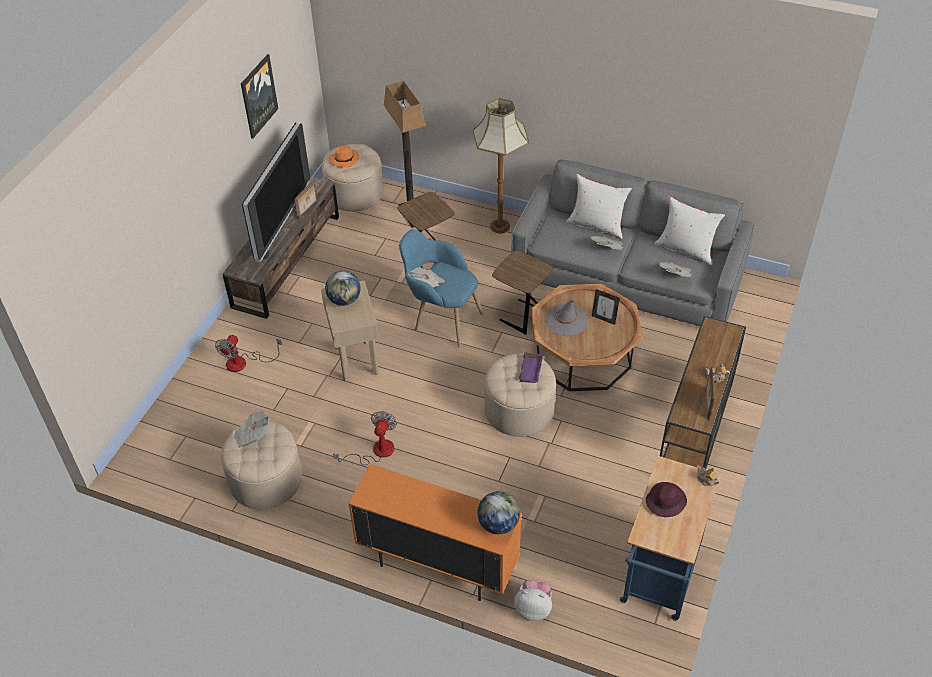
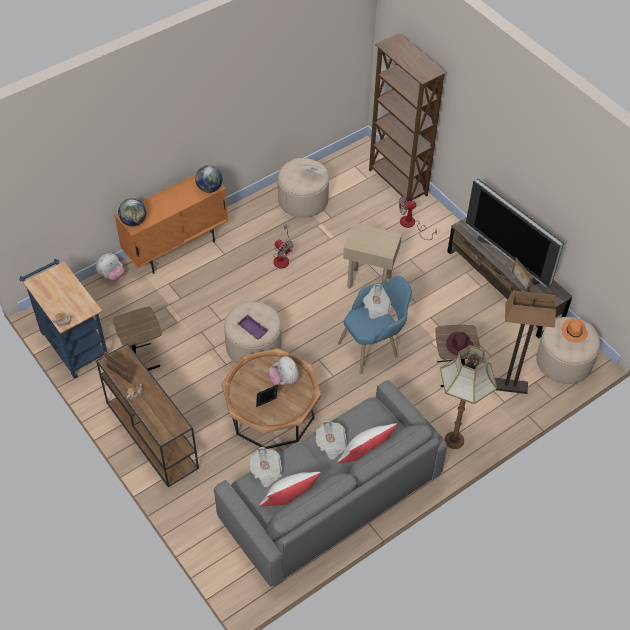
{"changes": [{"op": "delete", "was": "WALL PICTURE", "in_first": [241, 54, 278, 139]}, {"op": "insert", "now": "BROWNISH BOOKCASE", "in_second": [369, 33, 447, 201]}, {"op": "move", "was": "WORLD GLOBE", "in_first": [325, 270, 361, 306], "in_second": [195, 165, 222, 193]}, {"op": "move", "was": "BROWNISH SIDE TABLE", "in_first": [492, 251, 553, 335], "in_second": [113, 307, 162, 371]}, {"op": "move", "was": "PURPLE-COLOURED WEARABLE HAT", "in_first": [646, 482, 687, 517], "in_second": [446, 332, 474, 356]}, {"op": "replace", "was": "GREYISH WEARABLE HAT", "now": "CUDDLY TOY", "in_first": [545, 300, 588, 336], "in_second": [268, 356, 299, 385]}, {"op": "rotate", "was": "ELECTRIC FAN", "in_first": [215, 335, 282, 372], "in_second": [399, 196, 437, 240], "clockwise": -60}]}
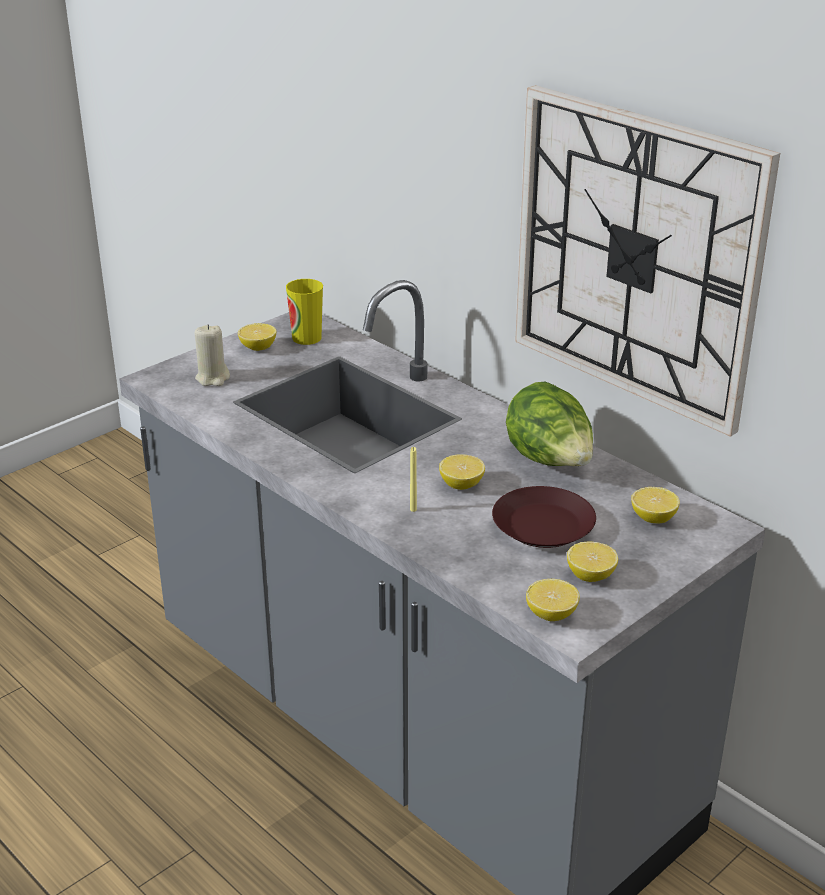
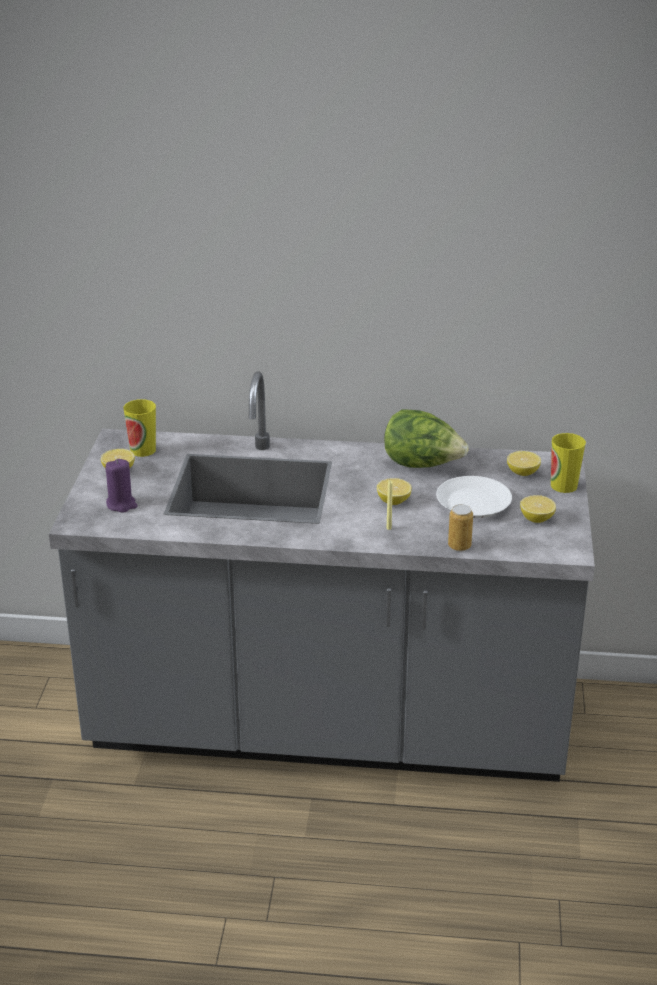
{"changes": [{"op": "delete", "was": "HANGING CLOCK", "in_first": [515, 85, 780, 437]}, {"op": "delete", "was": "LEMON", "in_first": [526, 579, 580, 621]}, {"op": "insert", "now": "SEALED CAN", "in_second": [448, 504, 473, 551]}, {"op": "insert", "now": "DRINKING CUP", "in_second": [551, 433, 586, 493]}, {"op": "recolor", "was": "SAND-COLOURED WAX CANDLE", "now": "PURPLE-COLOURED WAX CANDLE", "in_first": [195, 324, 230, 386], "in_second": [105, 459, 138, 512]}, {"op": "recolor", "was": "BROWNISH PLATE", "now": "WHITE PLATE", "in_first": [492, 486, 596, 548], "in_second": [436, 476, 512, 518]}]}
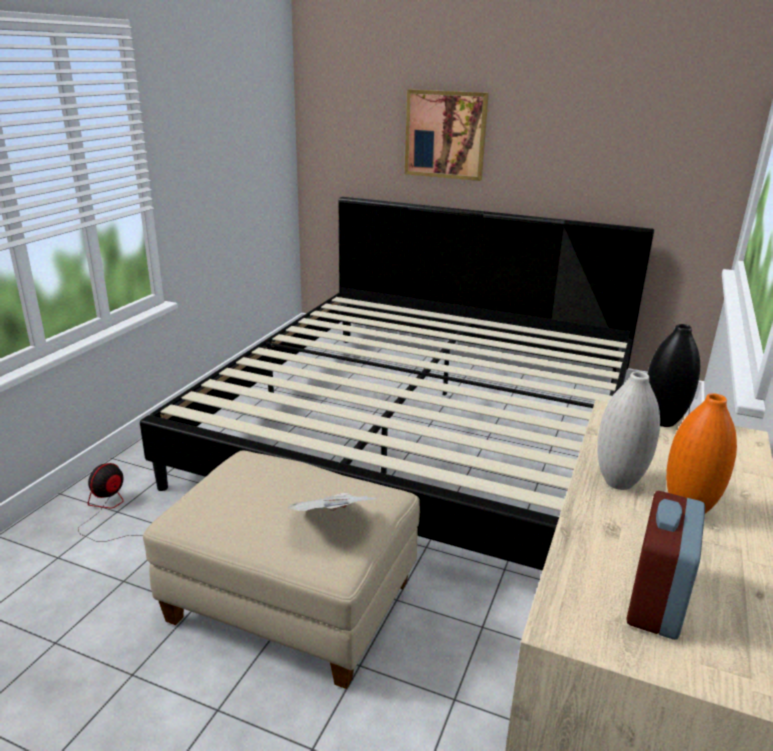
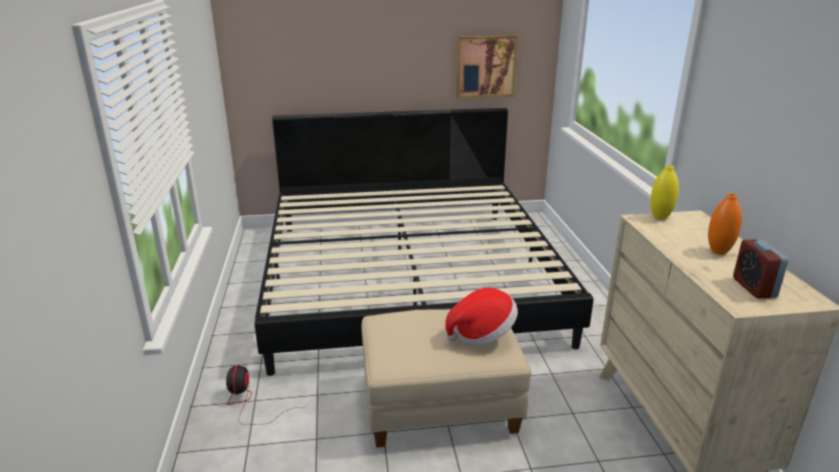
{"changes": [{"op": "delete", "was": "WHITE VASE", "in_first": [597, 371, 660, 490]}, {"op": "move", "was": "WALL PICTURE", "in_first": [405, 89, 489, 181], "in_second": [456, 35, 518, 98]}, {"op": "replace", "was": "PRINTED PAPER", "now": "WEARABLE HAT", "in_first": [288, 493, 377, 511], "in_second": [445, 288, 518, 345]}, {"op": "recolor", "was": "BLACK-COLOURED VASE", "now": "YELLOWISH VASE", "in_first": [648, 324, 700, 427], "in_second": [651, 165, 679, 220]}]}
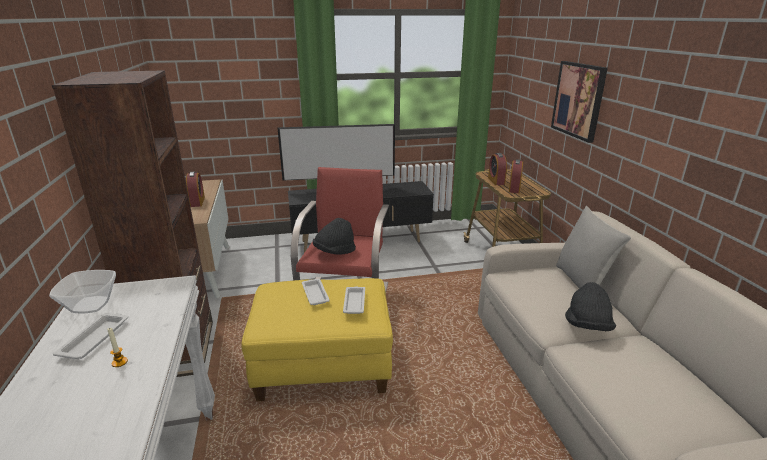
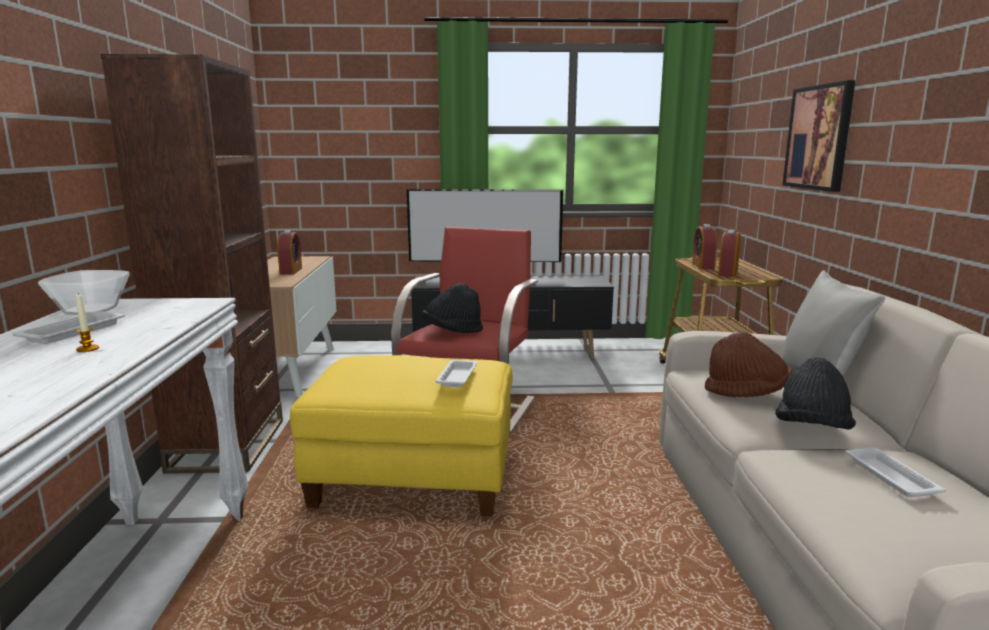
{"changes": [{"op": "insert", "now": "BROWNISH WEARABLE HAT", "in_second": [705, 332, 793, 397]}, {"op": "move", "was": "WHITE TRAY", "in_first": [302, 279, 330, 305], "in_second": [846, 448, 946, 497]}]}
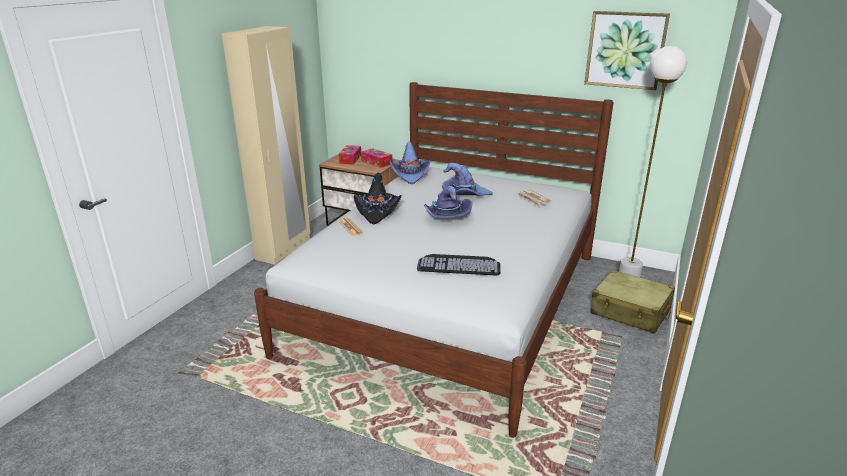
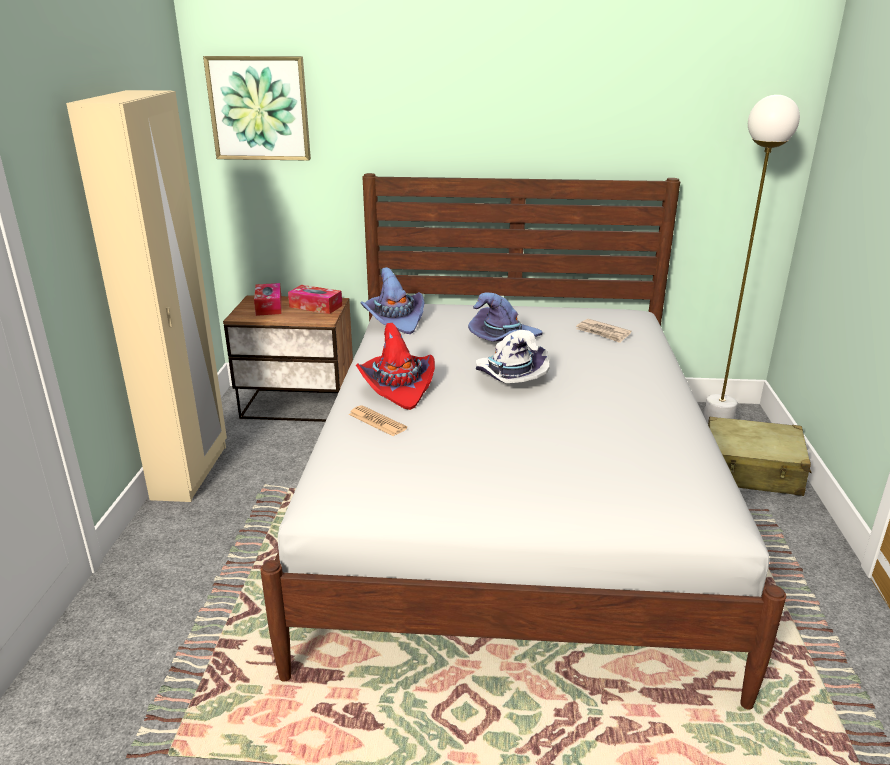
{"changes": [{"op": "delete", "was": "KEYBOARD", "in_first": [417, 254, 501, 276]}, {"op": "move", "was": "WALL PICTURE", "in_first": [584, 11, 670, 90], "in_second": [203, 56, 311, 161]}, {"op": "recolor", "was": "BLACK-COLOURED WEARABLE HAT", "now": "RED-COLOURED WEARABLE HAT", "in_first": [354, 173, 402, 224], "in_second": [356, 323, 435, 410]}, {"op": "recolor", "was": "PURPLE-COLOURED WEARABLE HAT", "now": "WHITE WEARABLE HAT", "in_first": [424, 186, 472, 218], "in_second": [476, 330, 550, 383]}]}
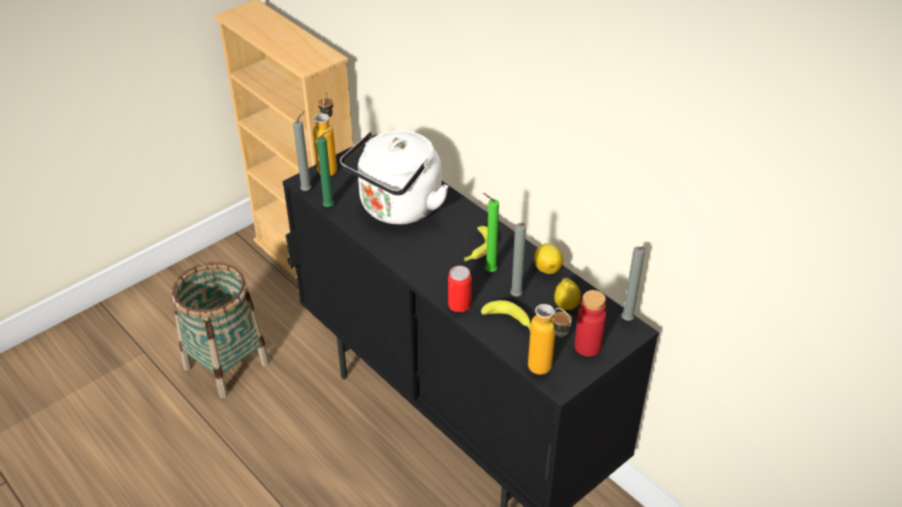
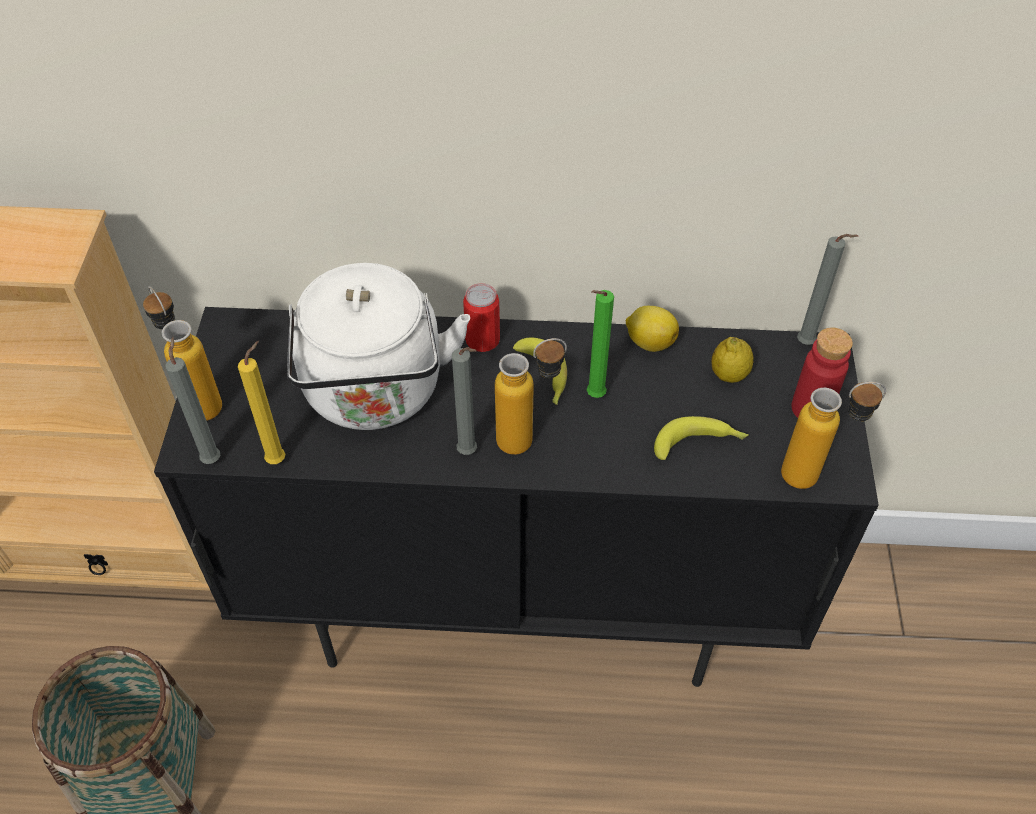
{"changes": [{"op": "insert", "now": "BEVERAGE BOTTLE", "in_second": [495, 338, 567, 455]}, {"op": "move", "was": "SEALED CAN", "in_first": [448, 266, 472, 312], "in_second": [463, 283, 500, 352]}, {"op": "move", "was": "GREYISH WAX CANDLE", "in_first": [510, 223, 526, 297], "in_second": [452, 347, 477, 455]}, {"op": "recolor", "was": "GREENISH WAX CANDLE", "now": "YELLOWISH WAX CANDLE", "in_first": [317, 130, 334, 207], "in_second": [238, 341, 285, 464]}]}
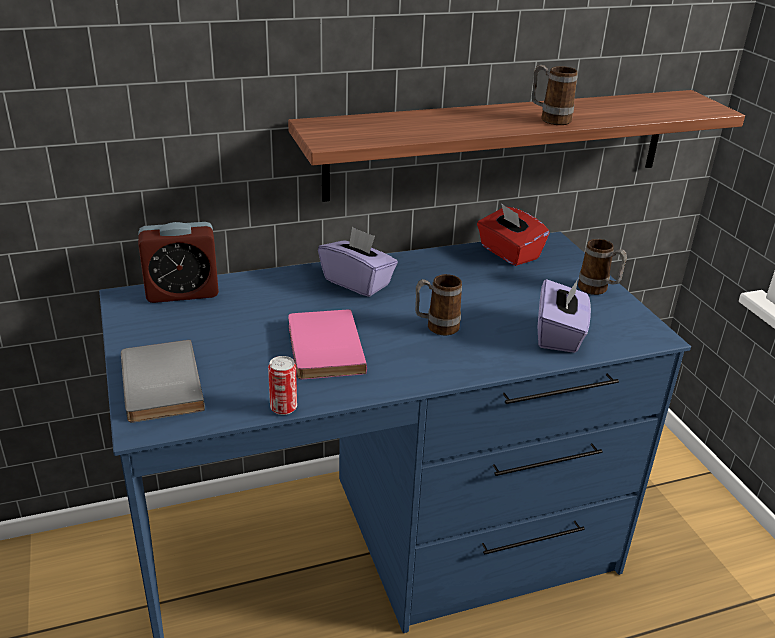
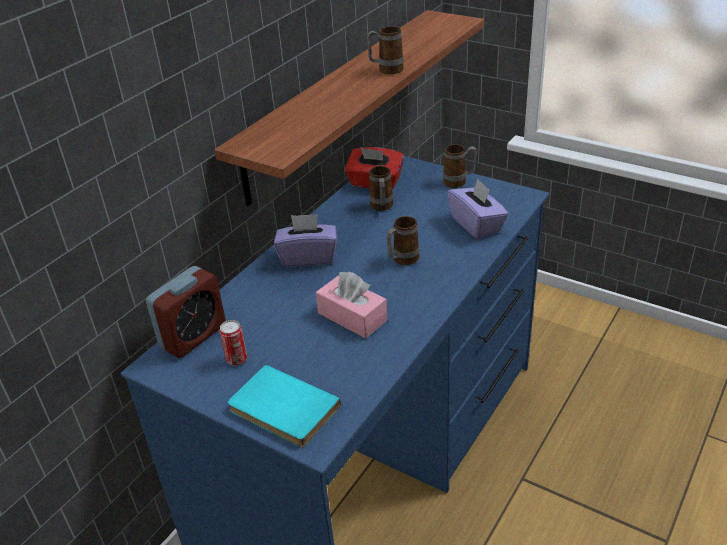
{"changes": [{"op": "insert", "now": "TEA MUG", "in_second": [369, 166, 393, 211]}, {"op": "move", "was": "SEALED CAN", "in_first": [268, 356, 297, 415], "in_second": [219, 320, 247, 366]}, {"op": "replace", "was": "PINK-COLOURED VOLUME", "now": "PINK-COLOURED TISSUE BOX", "in_first": [288, 309, 367, 379], "in_second": [316, 272, 387, 338]}, {"op": "recolor", "was": "GREYISH VOLUME", "now": "TURQUOISE-COLOURED VOLUME", "in_first": [121, 340, 205, 423], "in_second": [228, 365, 341, 447]}]}
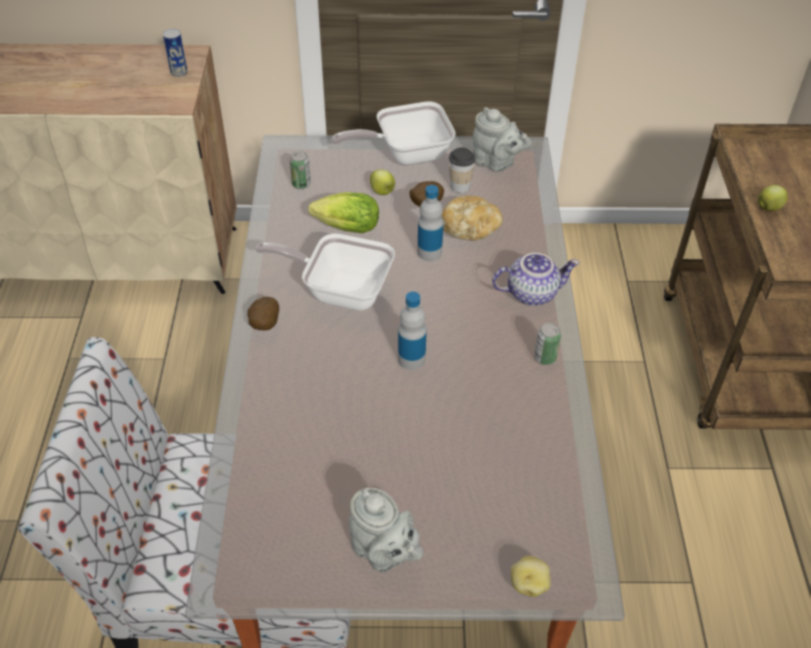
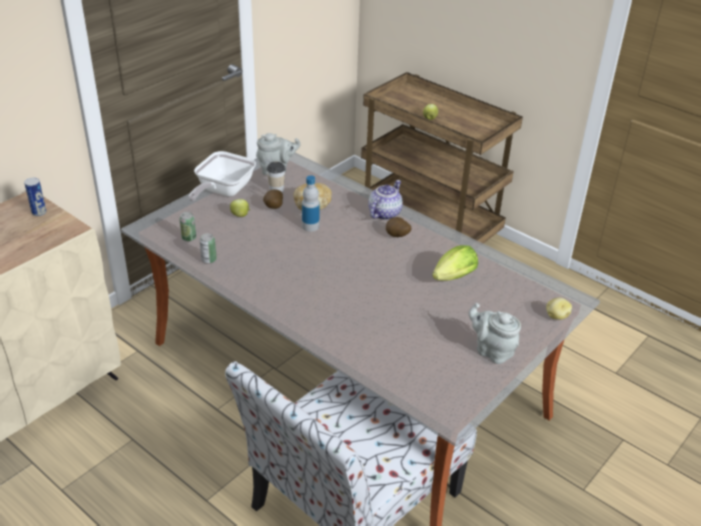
{"changes": [{"op": "delete", "was": "SKILLET", "in_first": [255, 233, 395, 311]}, {"op": "delete", "was": "BEVERAGE BOTTLE", "in_first": [398, 292, 427, 370]}, {"op": "move", "was": "POTATO", "in_first": [248, 297, 279, 330], "in_second": [386, 217, 411, 237]}, {"op": "move", "was": "LETTUCE", "in_first": [308, 192, 379, 233], "in_second": [432, 245, 478, 281]}, {"op": "move", "was": "SEALED CAN", "in_first": [534, 323, 561, 365], "in_second": [200, 233, 217, 263]}, {"op": "rotate", "was": "GREYISH TEA POT", "in_first": [349, 488, 423, 572], "in_second": [469, 303, 521, 364], "clockwise": -135}]}
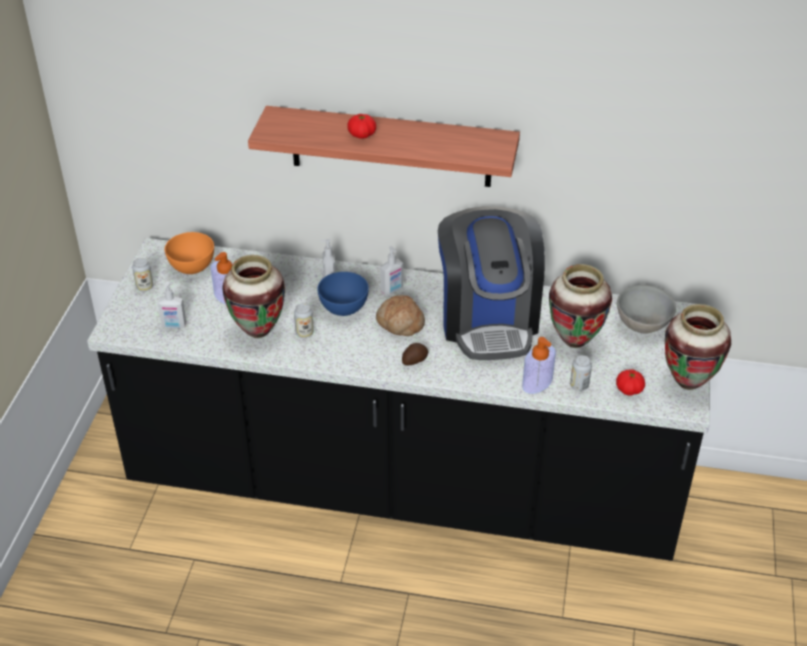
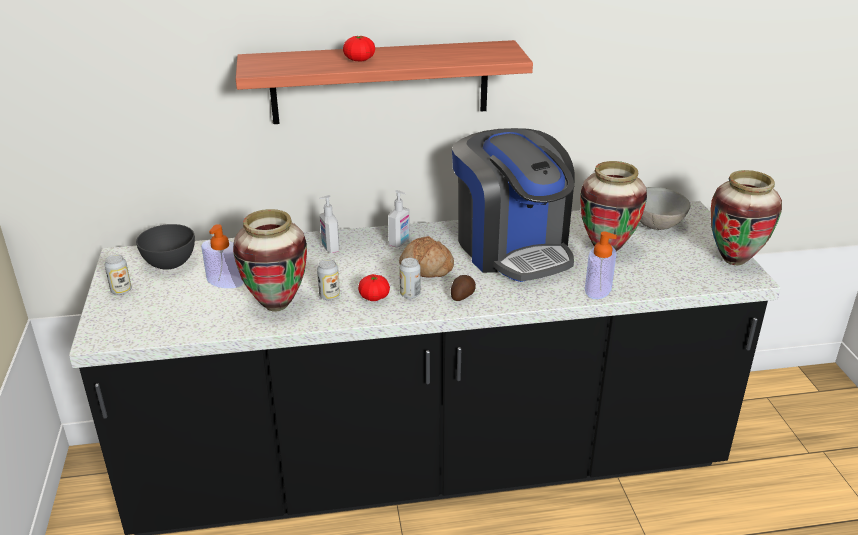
{"changes": [{"op": "delete", "was": "SOAP BOTTLE", "in_first": [158, 281, 186, 329]}, {"op": "delete", "was": "BLUE-COLOURED DEEP DISH", "in_first": [317, 272, 369, 316]}, {"op": "move", "was": "SEALED CAN", "in_first": [570, 355, 592, 391], "in_second": [400, 258, 421, 299]}, {"op": "move", "was": "TOMATO", "in_first": [616, 369, 645, 396], "in_second": [358, 274, 390, 301]}, {"op": "recolor", "was": "ORANGE DEEP DISH", "now": "GREYISH DEEP DISH", "in_first": [165, 232, 214, 274], "in_second": [136, 224, 195, 270]}]}
